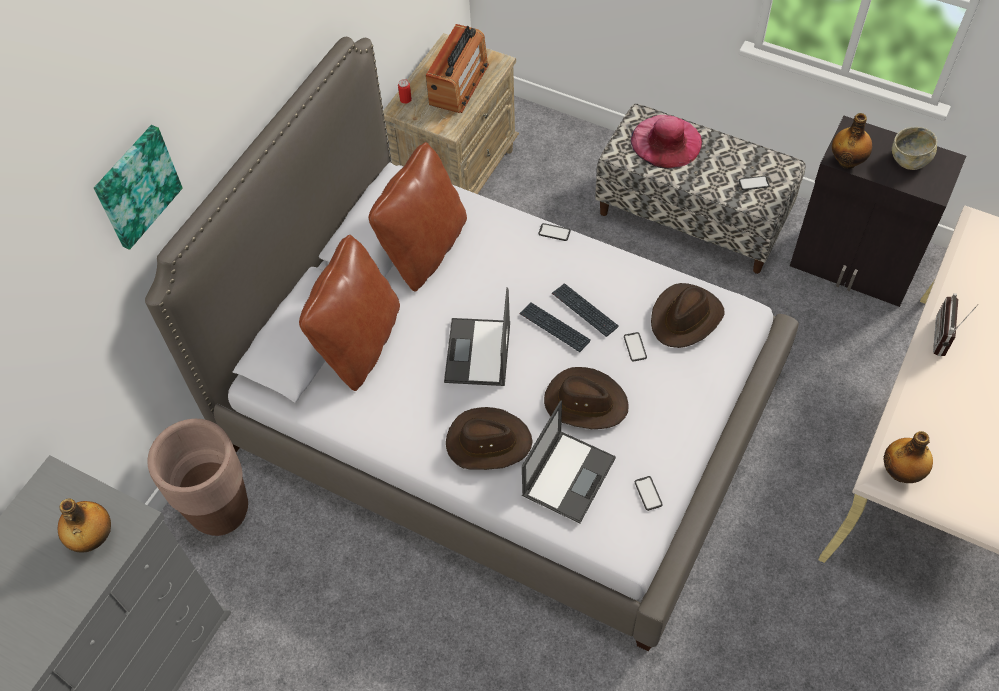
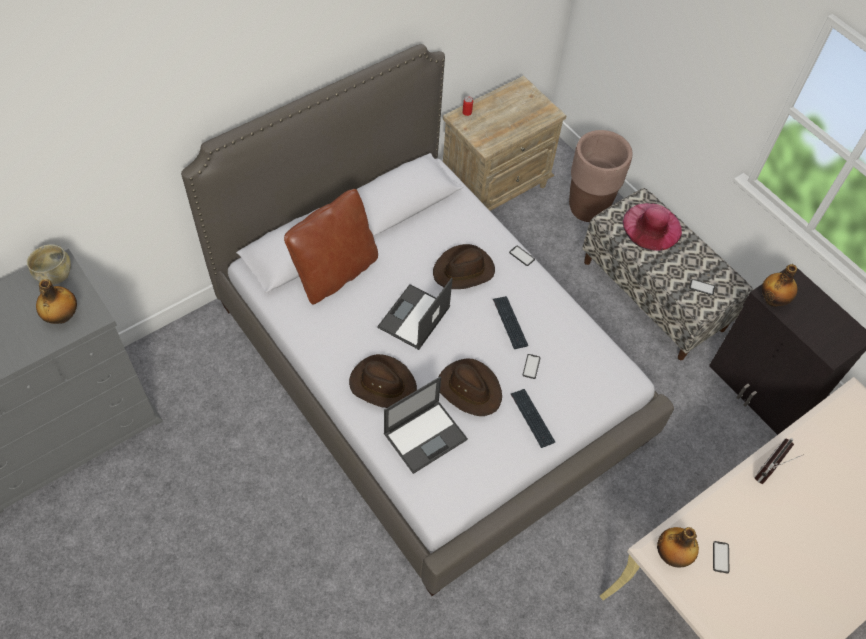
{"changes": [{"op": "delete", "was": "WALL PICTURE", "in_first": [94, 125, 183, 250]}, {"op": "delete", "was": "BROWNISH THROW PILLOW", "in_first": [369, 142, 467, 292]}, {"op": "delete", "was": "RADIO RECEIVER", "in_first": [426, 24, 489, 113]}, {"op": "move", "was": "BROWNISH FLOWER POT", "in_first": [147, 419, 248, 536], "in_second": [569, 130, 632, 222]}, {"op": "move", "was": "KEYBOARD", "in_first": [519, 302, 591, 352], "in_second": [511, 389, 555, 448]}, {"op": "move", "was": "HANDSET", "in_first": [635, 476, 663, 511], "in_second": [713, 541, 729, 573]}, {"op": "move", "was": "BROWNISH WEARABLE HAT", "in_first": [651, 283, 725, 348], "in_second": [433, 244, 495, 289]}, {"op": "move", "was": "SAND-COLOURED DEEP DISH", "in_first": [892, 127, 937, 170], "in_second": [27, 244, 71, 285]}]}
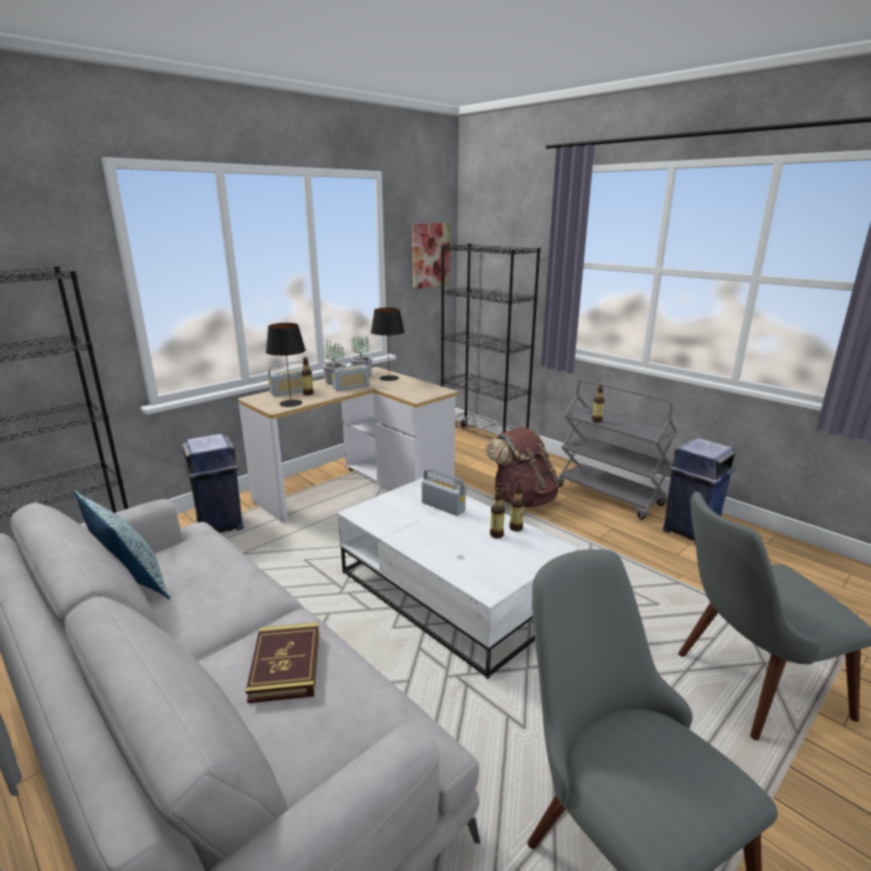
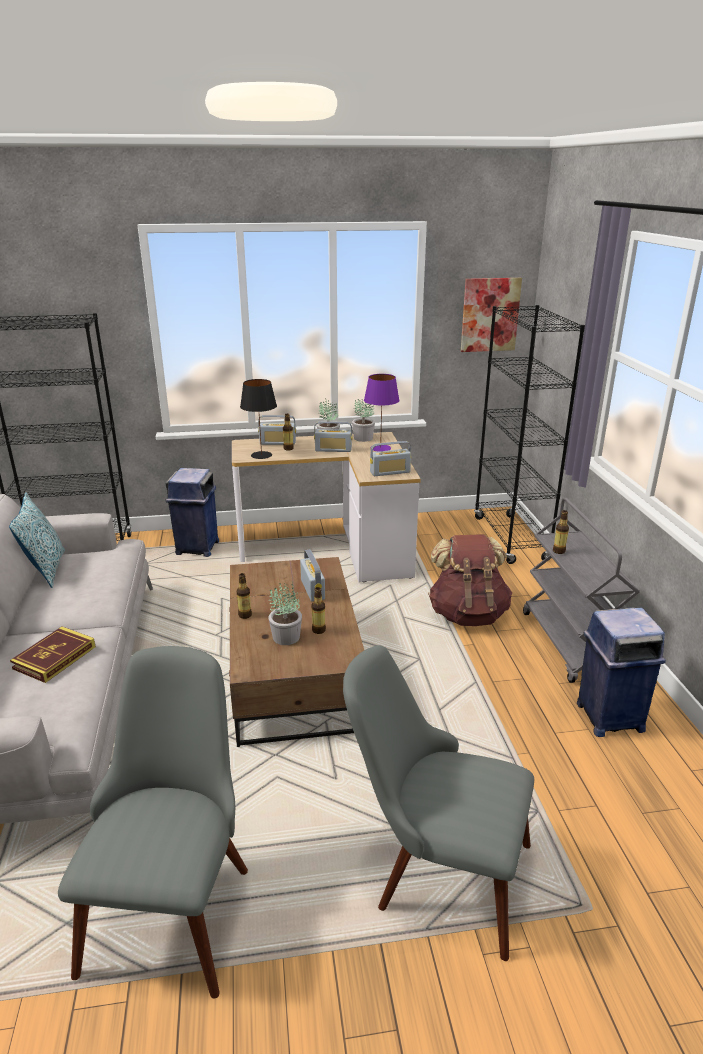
{"changes": [{"op": "insert", "now": "PLANT IN A POT", "in_second": [269, 583, 302, 645]}, {"op": "insert", "now": "RADIO RECEIVER", "in_second": [370, 441, 411, 476]}, {"op": "move", "was": "BEVERAGE BOTTLE", "in_first": [509, 484, 524, 531], "in_second": [237, 573, 252, 619]}, {"op": "recolor", "was": "WHITE LOUNGE TABLE", "now": "BROWNISH LOUNGE TABLE", "in_first": [338, 477, 579, 679], "in_second": [229, 557, 364, 747]}, {"op": "recolor", "was": "BLACK-COLOURED TABLETOP LAMP", "now": "PURPLE-COLOURED TABLETOP LAMP", "in_first": [371, 308, 405, 381], "in_second": [364, 374, 400, 452]}]}
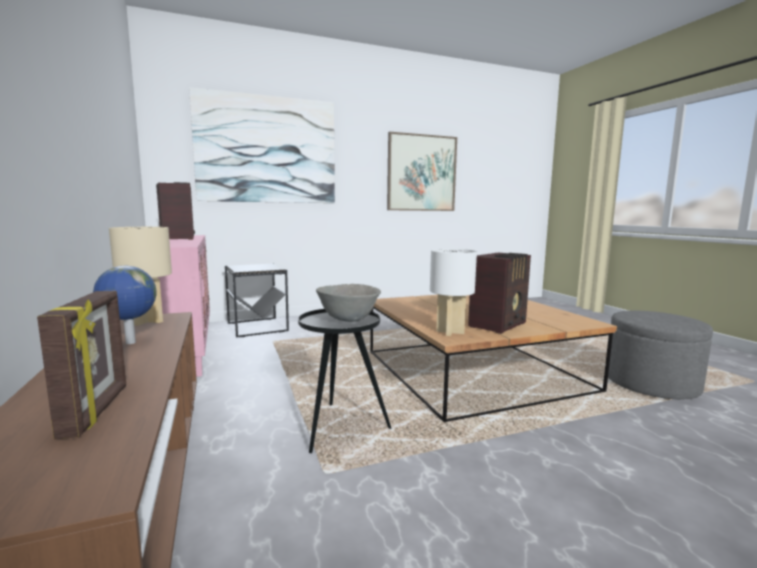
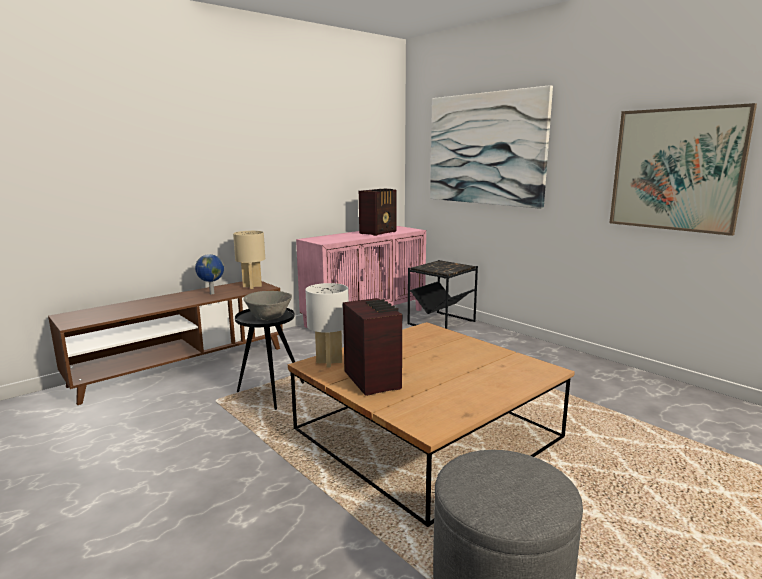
{"changes": [{"op": "delete", "was": "PICTURE FRAME", "in_first": [37, 291, 126, 439]}, {"op": "rotate", "was": "RADIO RECEIVER", "in_first": [468, 253, 531, 334], "in_second": [343, 298, 402, 396], "clockwise": -135}]}
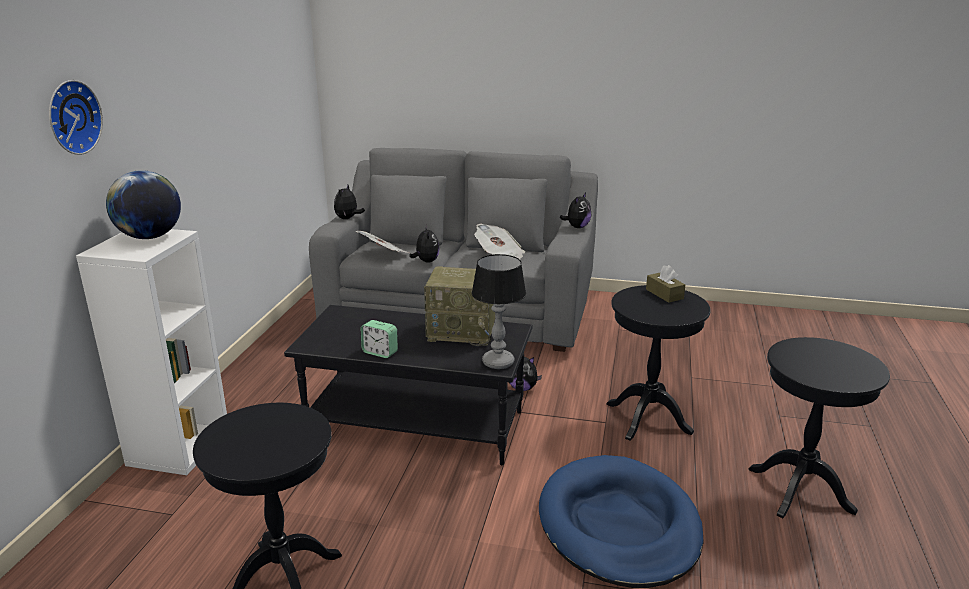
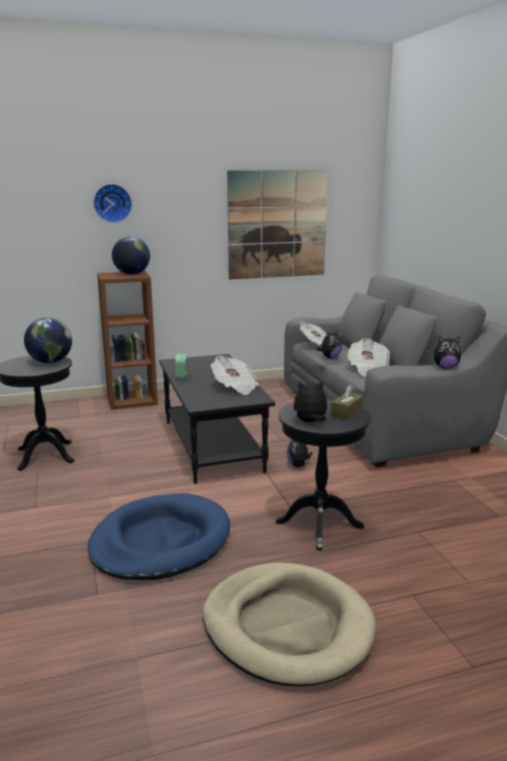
{"changes": [{"op": "delete", "was": "TABLETOP LAMP", "in_first": [472, 254, 526, 369]}, {"op": "insert", "now": "WORLD GLOBE", "in_second": [24, 317, 72, 363]}, {"op": "insert", "now": "WALL PICTURE", "in_second": [227, 170, 328, 280]}, {"op": "move", "was": "CUDDLY TOY", "in_first": [334, 185, 365, 219], "in_second": [294, 380, 327, 423]}, {"op": "replace", "was": "RADIO RECEIVER", "now": "PRINTED PAPER", "in_first": [424, 266, 495, 346], "in_second": [211, 356, 259, 395]}, {"op": "replace", "was": "BLACK-COLOURED SIDE TABLE", "now": "SAND-COLOURED PET BED", "in_first": [748, 337, 890, 518], "in_second": [202, 562, 376, 686]}, {"op": "recolor", "was": "WHITE BOOKCASE", "now": "BROWNISH BOOKCASE", "in_first": [76, 229, 227, 475], "in_second": [97, 271, 158, 410]}]}
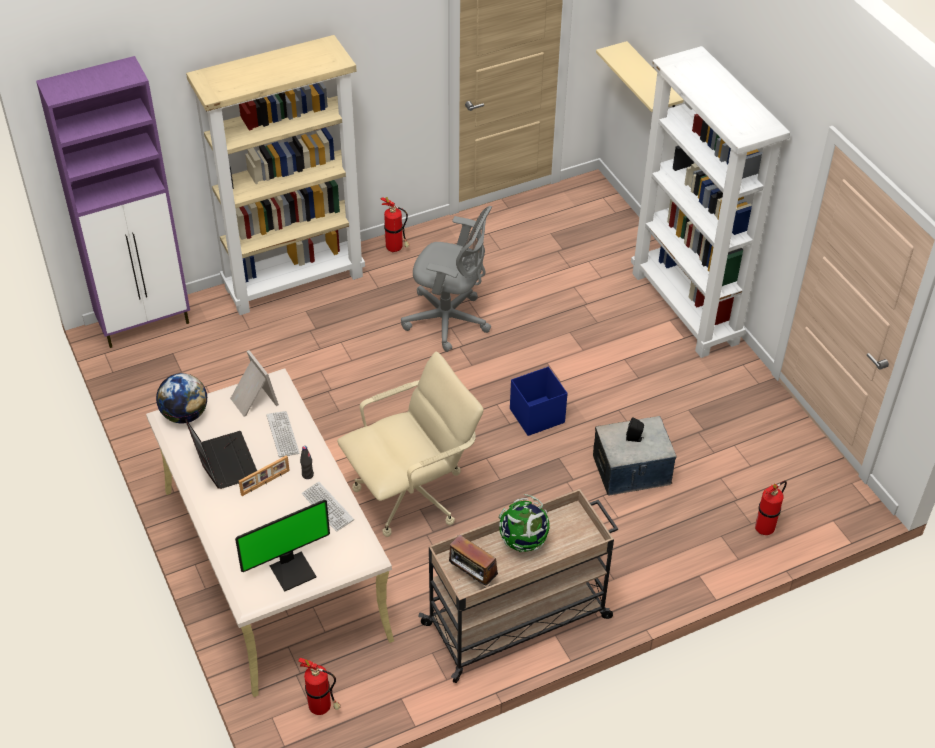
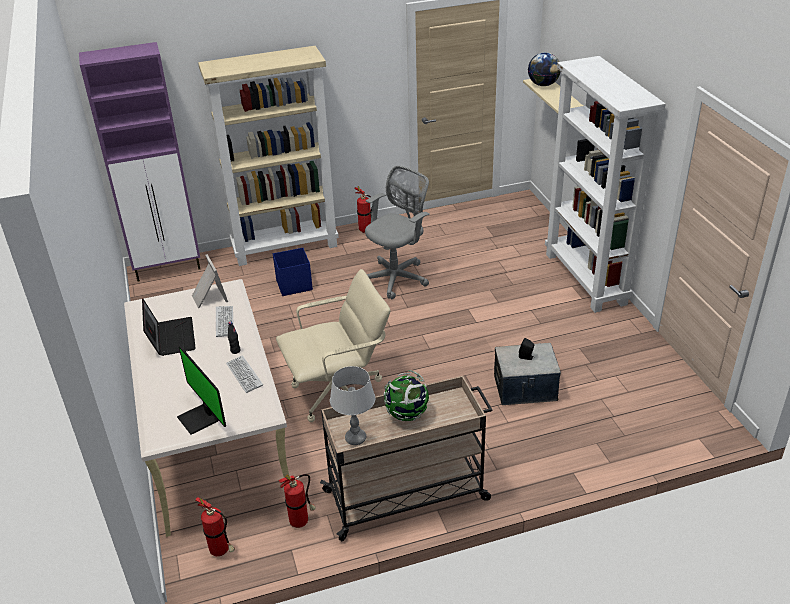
{"changes": [{"op": "delete", "was": "PICTURE FRAME", "in_first": [239, 455, 290, 496]}, {"op": "move", "was": "WORLD GLOBE", "in_first": [156, 373, 207, 424], "in_second": [528, 52, 561, 86]}, {"op": "move", "was": "BLUE-COLOURED STORAGE BIN", "in_first": [510, 367, 568, 436], "in_second": [273, 248, 313, 296]}, {"op": "move", "was": "EXTINGUISHER", "in_first": [755, 481, 787, 535], "in_second": [279, 474, 316, 528]}, {"op": "replace", "was": "RADIO RECEIVER", "now": "GREYISH TABLETOP LAMP", "in_first": [449, 535, 498, 588], "in_second": [330, 366, 375, 445]}, {"op": "rotate", "was": "COMPUTER SCREEN", "in_first": [235, 500, 330, 591], "in_second": [177, 346, 226, 435], "clockwise": 75}, {"op": "rotate", "was": "GREYISH COMPUTER CHAIR", "in_first": [401, 206, 492, 352], "in_second": [365, 165, 430, 299], "clockwise": -75}]}
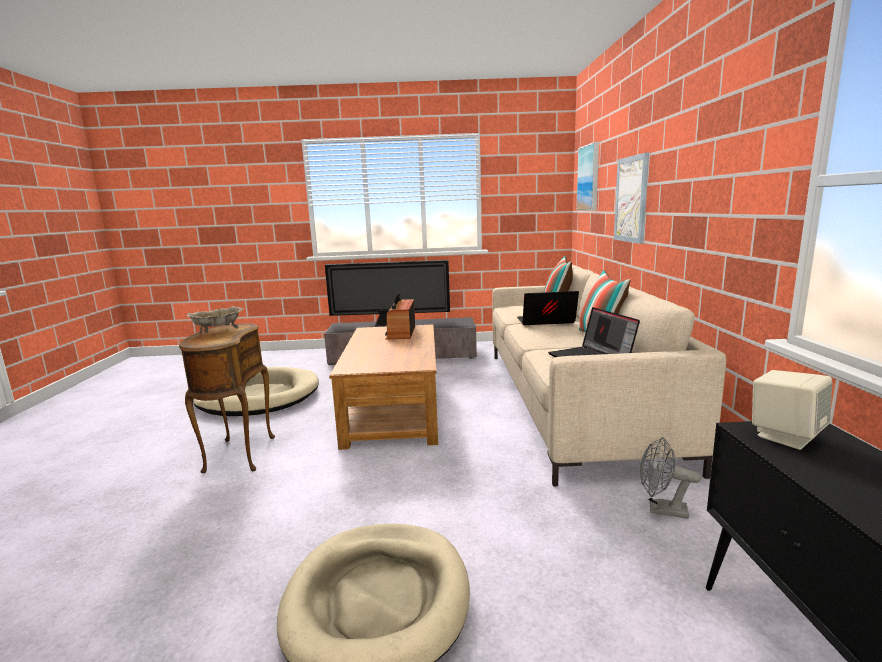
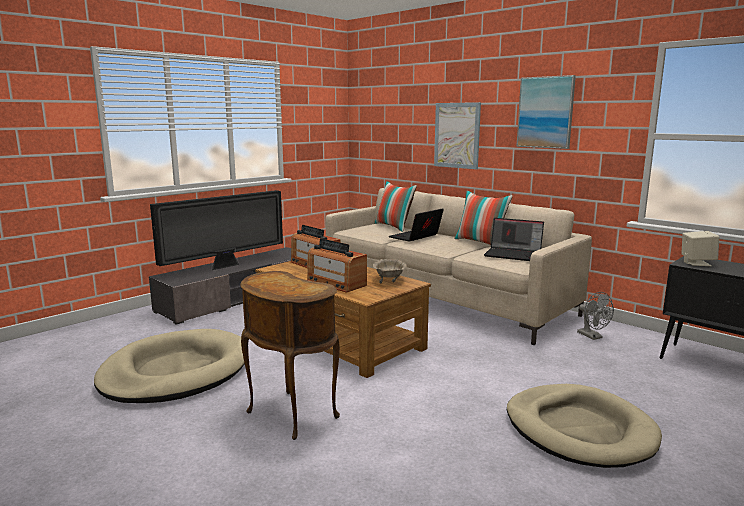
{"changes": [{"op": "insert", "now": "RADIO RECEIVER", "in_second": [307, 239, 367, 293]}, {"op": "move", "was": "SAND-COLOURED DEEP DISH", "in_first": [186, 306, 244, 333], "in_second": [373, 259, 407, 283]}, {"op": "move", "was": "WALL PICTURE", "in_first": [576, 142, 599, 211], "in_second": [516, 75, 576, 149]}, {"op": "rotate", "was": "GREYISH ELECTRIC FAN", "in_first": [640, 437, 701, 519], "in_second": [577, 292, 614, 340], "clockwise": -90}]}
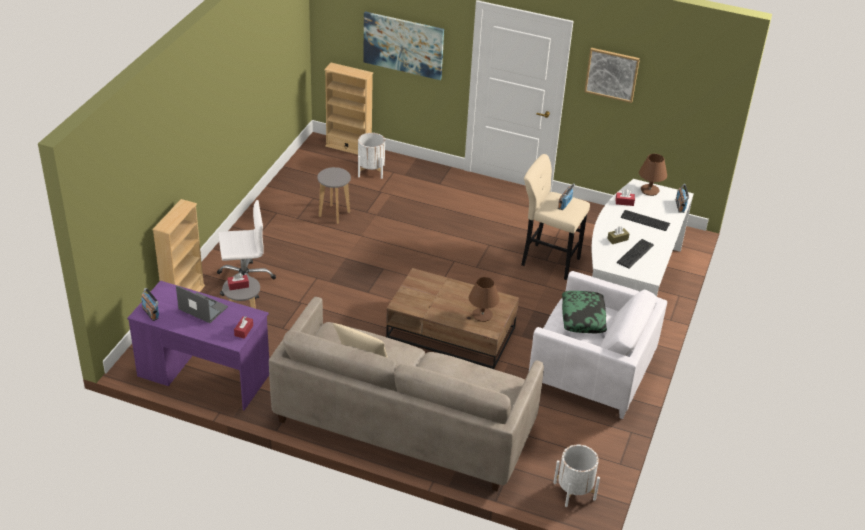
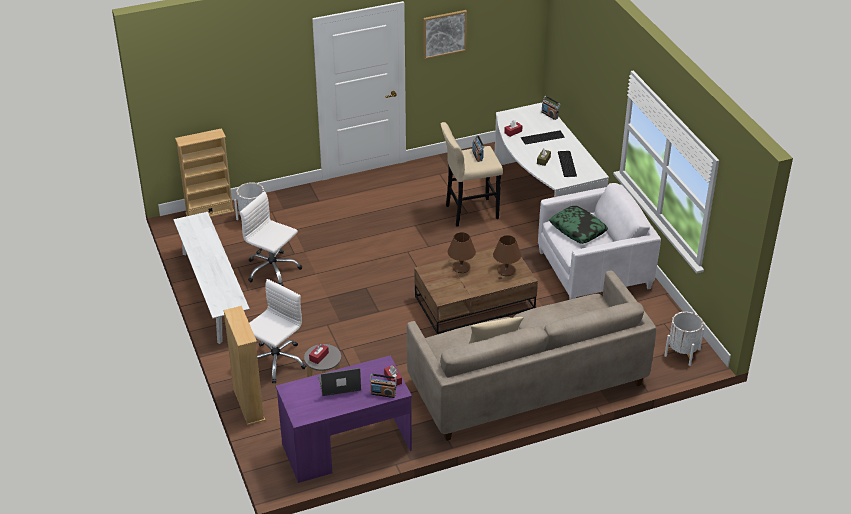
{"changes": [{"op": "delete", "was": "WALL PICTURE", "in_first": [363, 11, 444, 80]}, {"op": "insert", "now": "WHITE INDOOR BENCH", "in_second": [173, 212, 250, 344]}, {"op": "move", "was": "RADIO RECEIVER", "in_first": [141, 288, 159, 321], "in_second": [370, 374, 397, 398]}, {"op": "move", "was": "BROWNISH TABLETOP LAMP", "in_first": [639, 154, 667, 196], "in_second": [448, 232, 476, 273]}, {"op": "replace", "was": "GREYISH STOOL", "now": "WHITE COMPUTER CHAIR", "in_first": [317, 167, 351, 224], "in_second": [240, 191, 302, 286]}]}
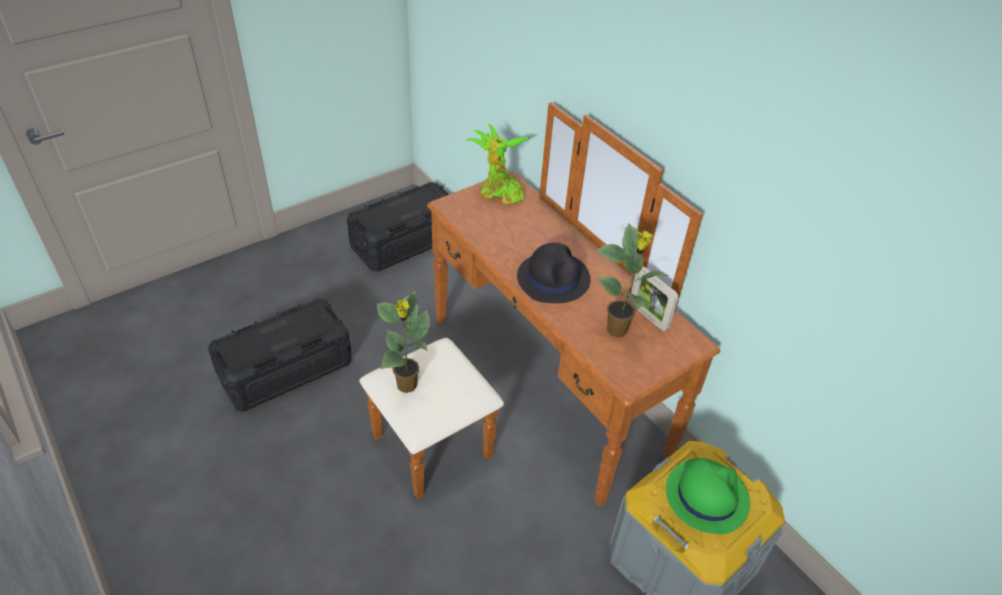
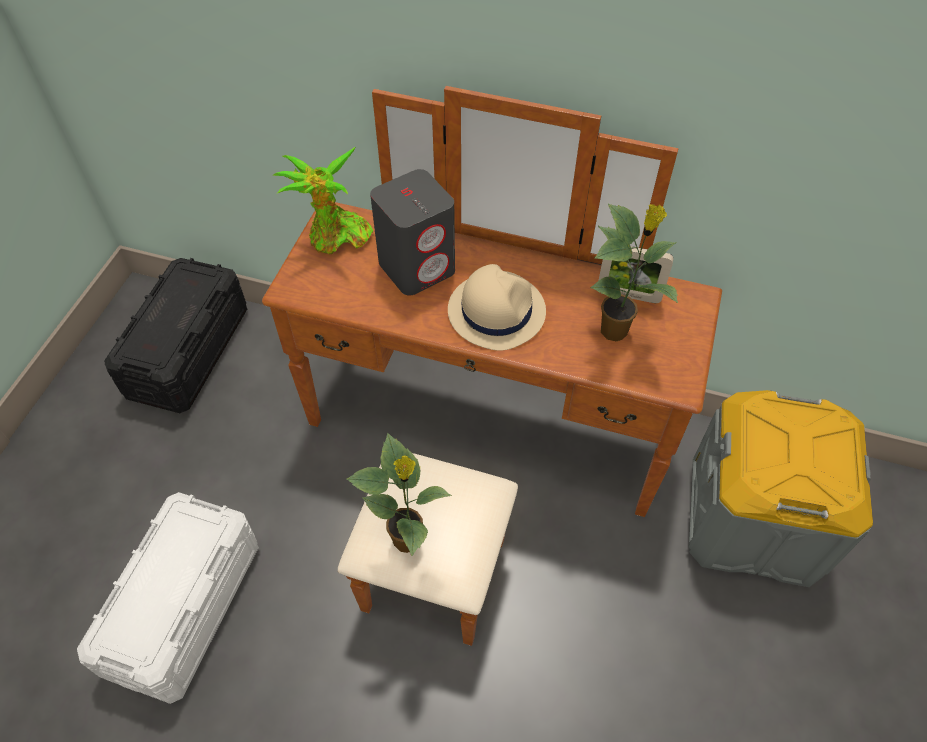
{"changes": [{"op": "delete", "was": "GREENISH WEARABLE HAT", "in_first": [666, 458, 750, 534]}, {"op": "insert", "now": "GREYISH LOUDSPEAKER", "in_second": [370, 169, 455, 295]}, {"op": "recolor", "was": "BLACK-COLOURED STORAGE BIN", "now": "WHITE STORAGE BIN", "in_first": [208, 299, 352, 412], "in_second": [77, 492, 259, 704]}, {"op": "recolor", "was": "BLACK-COLOURED WEARABLE HAT", "now": "SAND-COLOURED WEARABLE HAT", "in_first": [517, 243, 590, 303], "in_second": [448, 264, 546, 351]}]}
